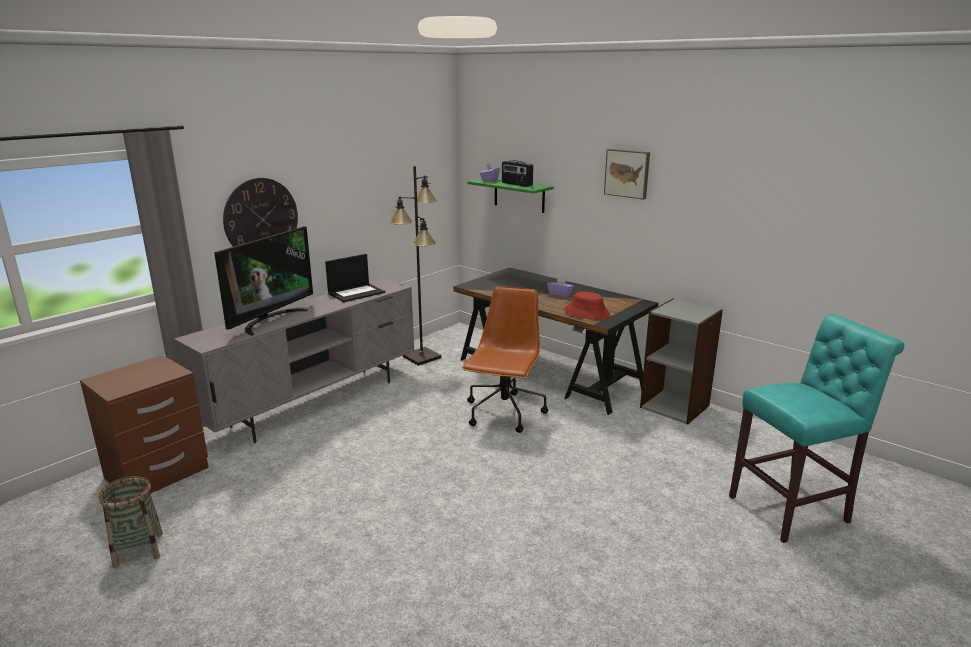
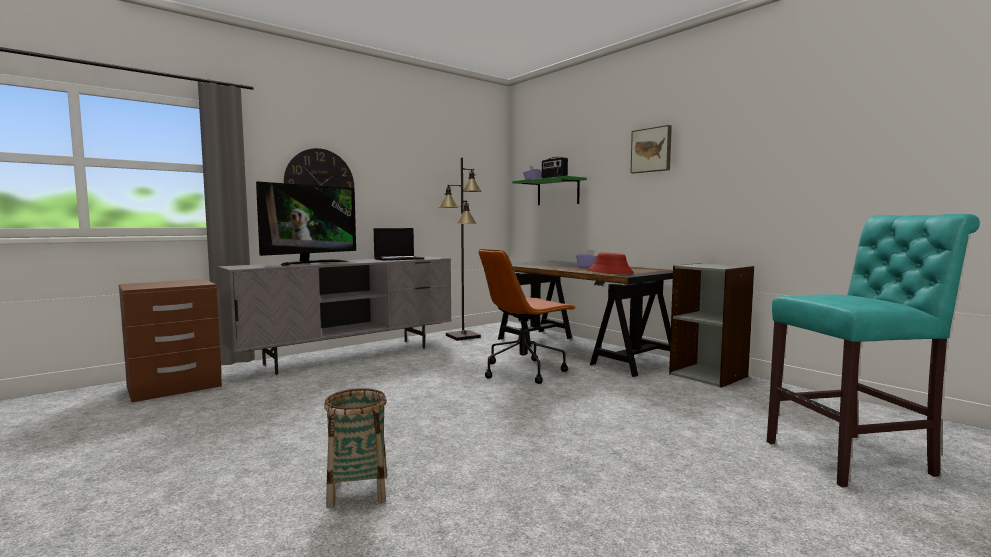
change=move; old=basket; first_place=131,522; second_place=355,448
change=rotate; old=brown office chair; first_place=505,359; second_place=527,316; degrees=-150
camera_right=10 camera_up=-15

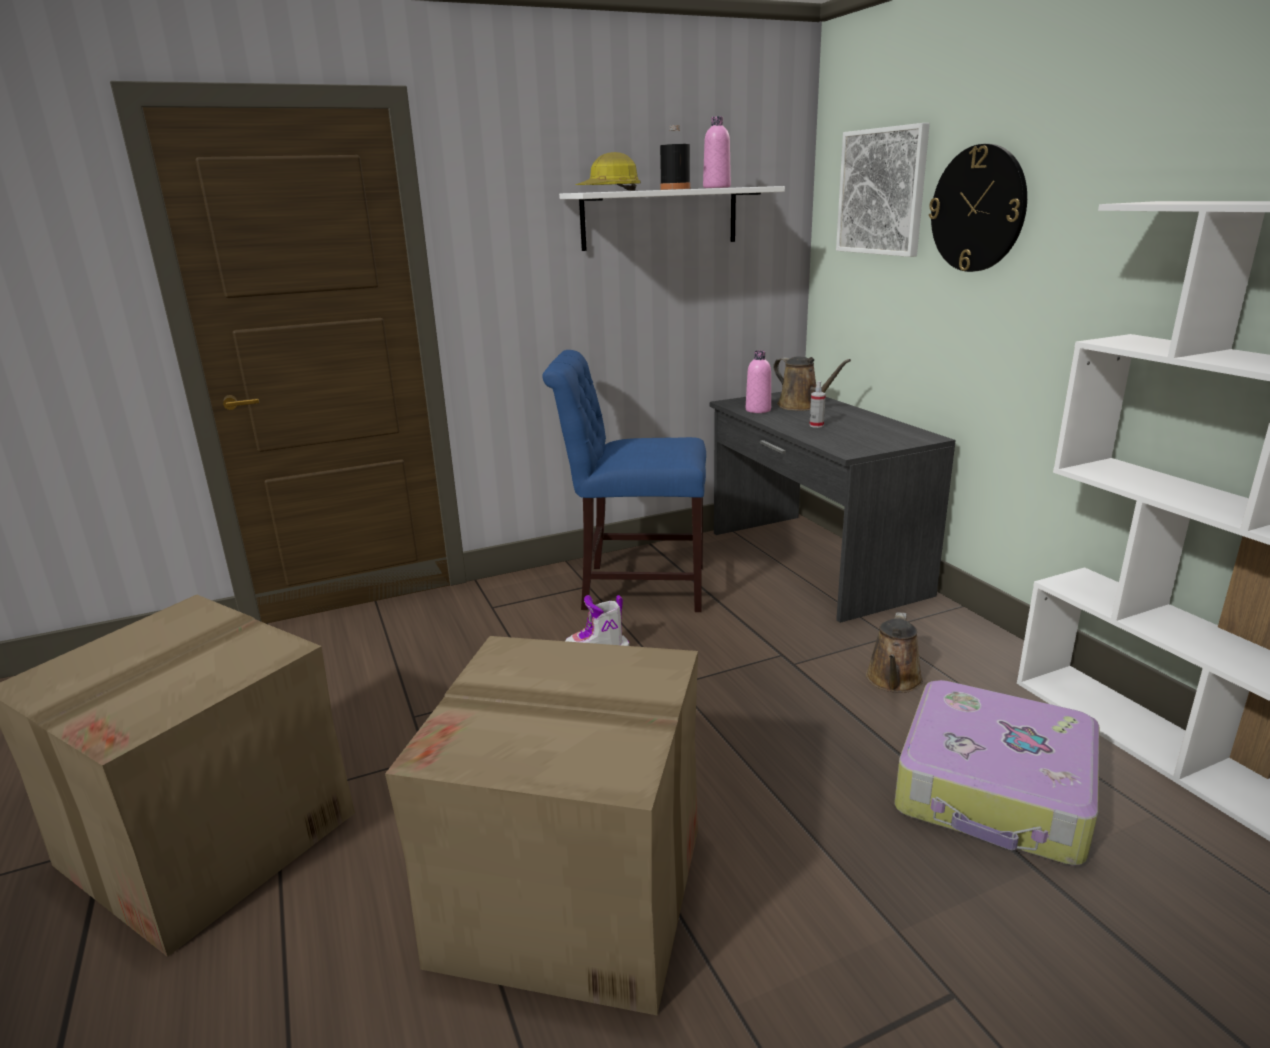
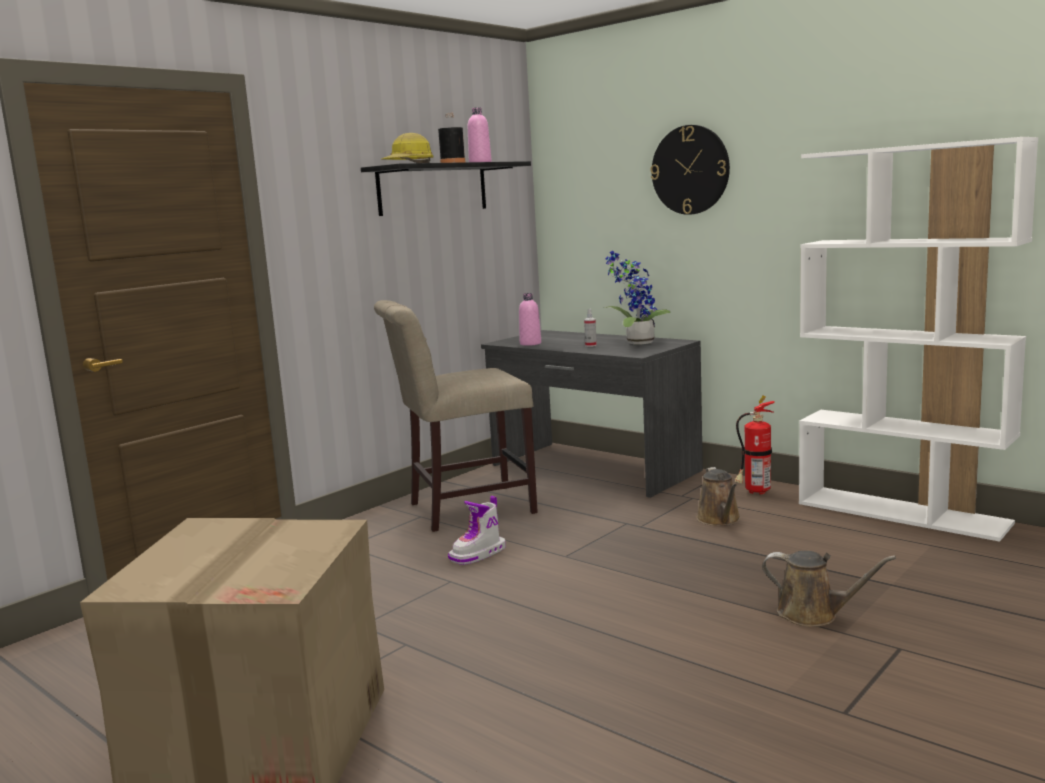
change=delete; old=cardboard box; first_place=541,826
change=recolor; old=blue chair; new=beige chair; first_place=624,481; second_place=456,416
change=recolor; old=white shelf; new=black shelf; first_place=672,218; second_place=446,188
change=move; old=brown watering can; first_place=812,383; second_place=829,589
change=delete; old=picture; first_place=883,190
change=delete; old=suitcase; first_place=997,773
change=insert; new=potted plant; second_place=637,298
change=insert; new=fire extinguisher; second_place=755,445
camera_right=-25 camera_up=-10

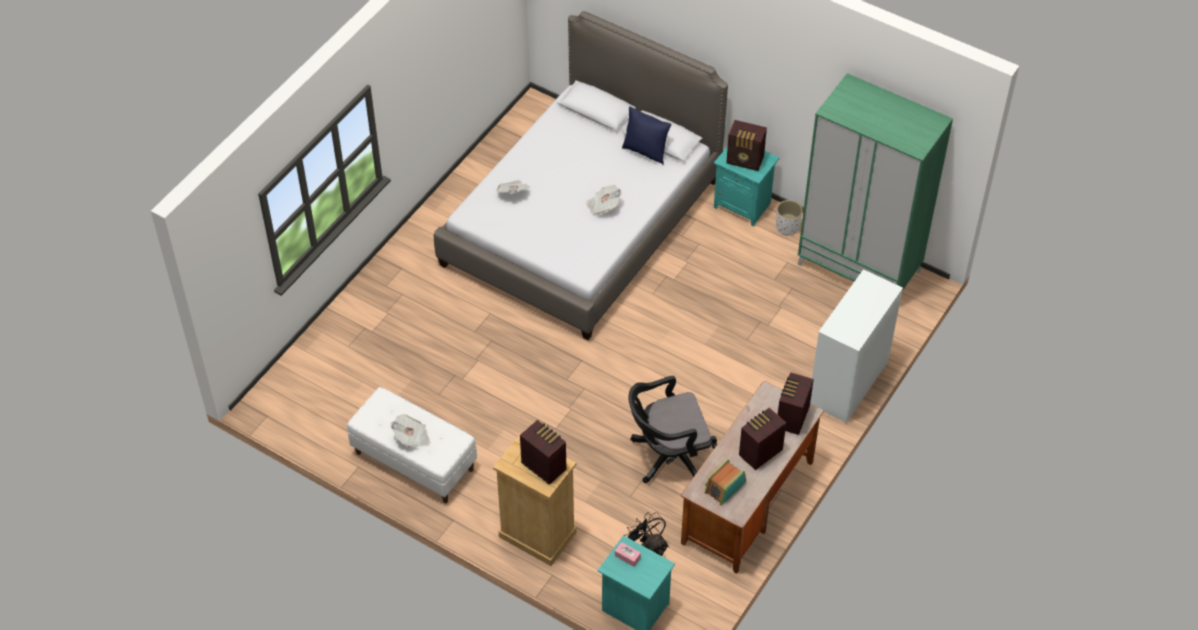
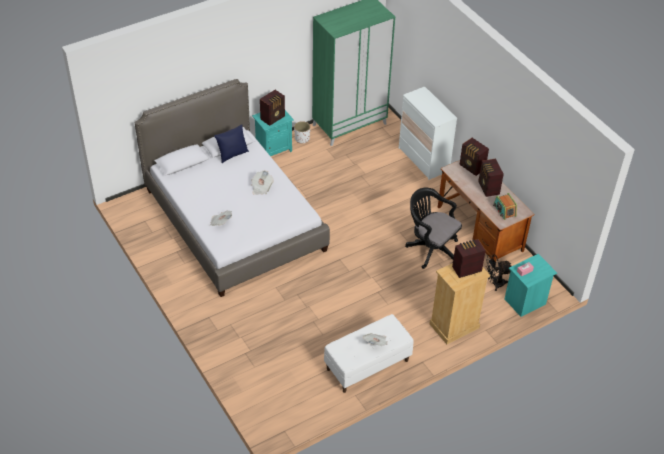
change=rotate; old=black office chair; first_place=673,429; second_place=433,228; degrees=120
camera_right=-65 camera_up=-5

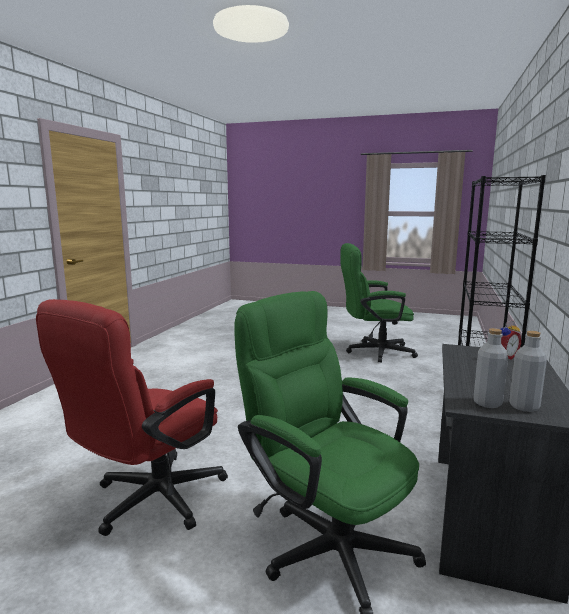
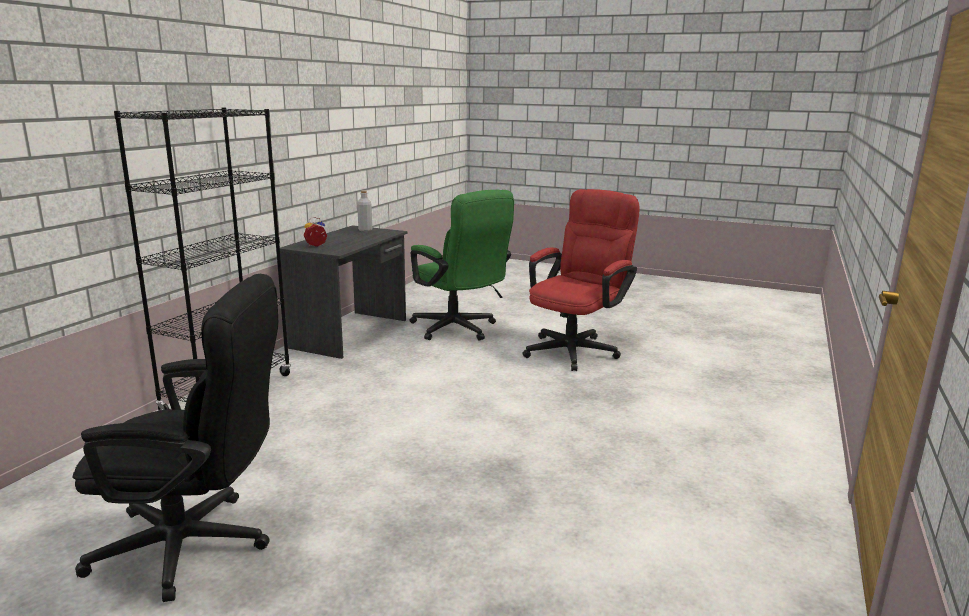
change=recolor; old=green office chair; new=black office chair; first_place=379,303; second_place=175,438
change=delete; old=grey bottle; first_place=491,368
camera_right=-175 camera_up=5

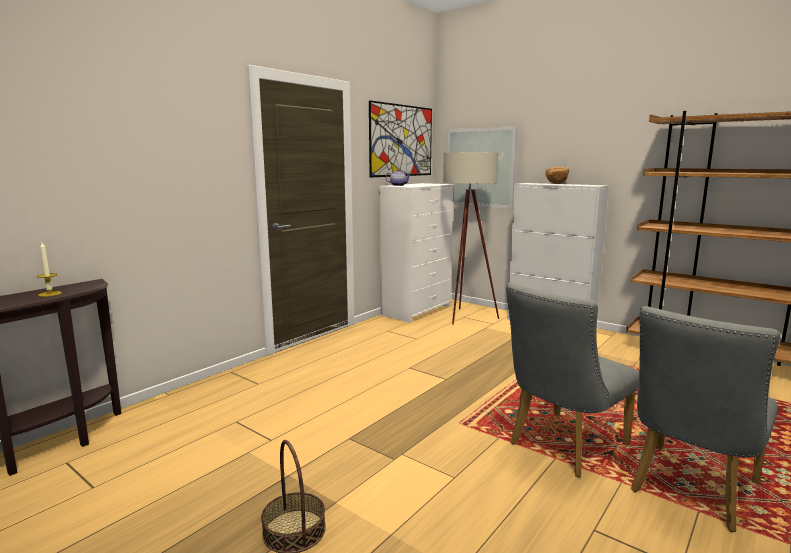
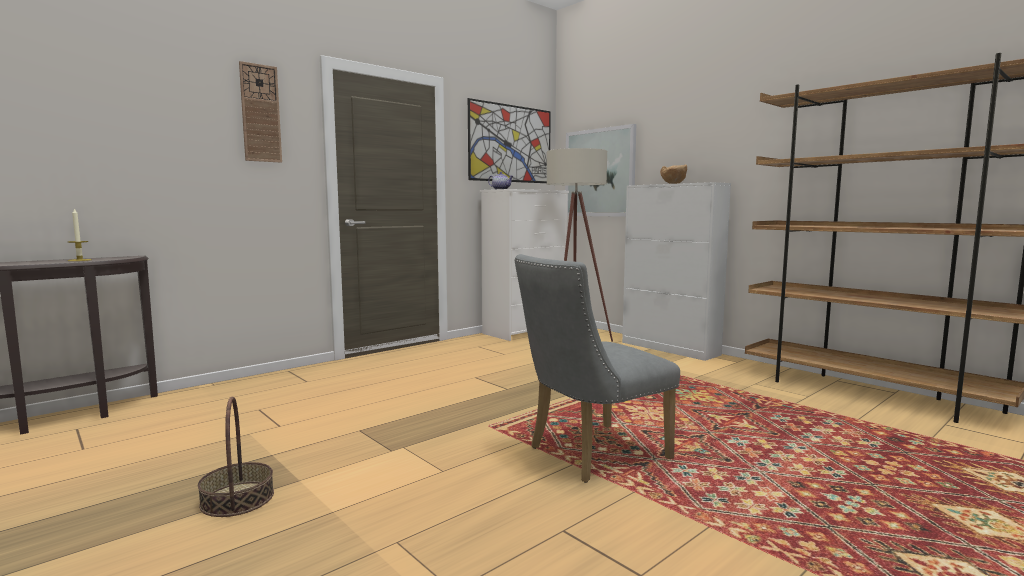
change=delete; old=grey chair; first_place=705,419
change=insert; new=wall clock; second_place=260,112
camera_right=10 camera_up=-5

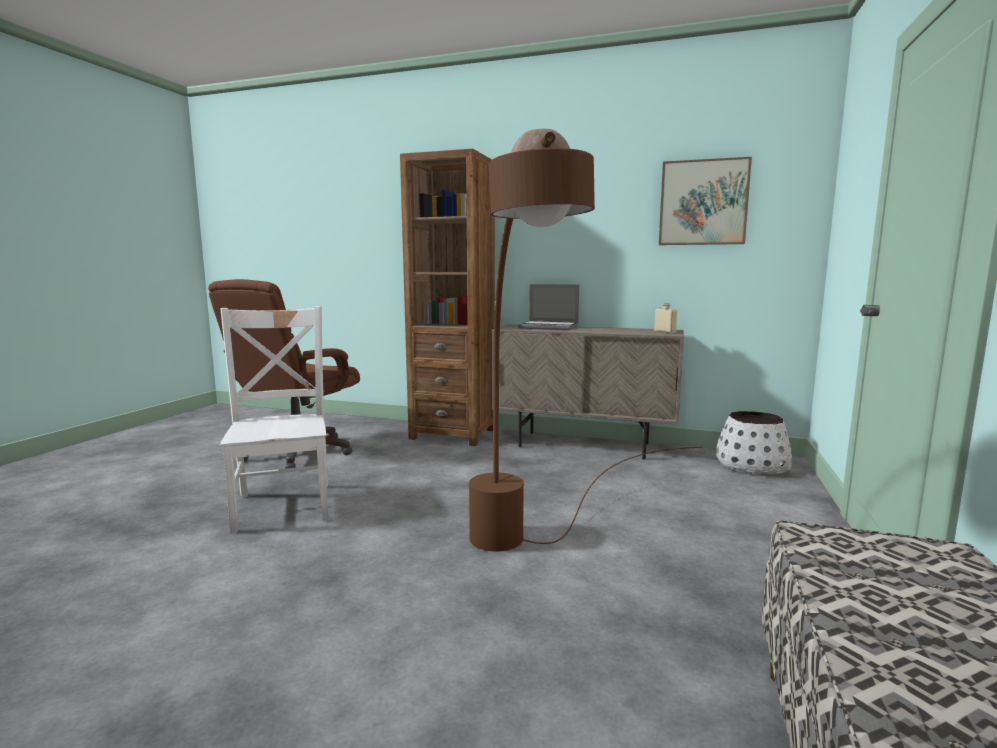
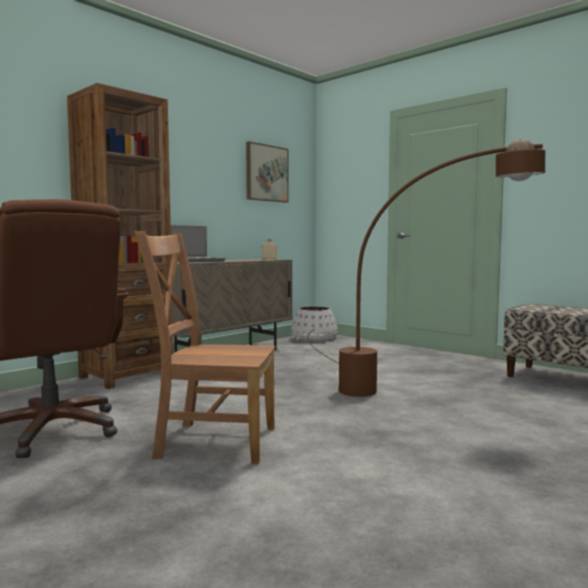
change=recolor; old=white chair; new=brown chair; first_place=274,420; second_place=204,347
camera_right=-65 camera_up=-5

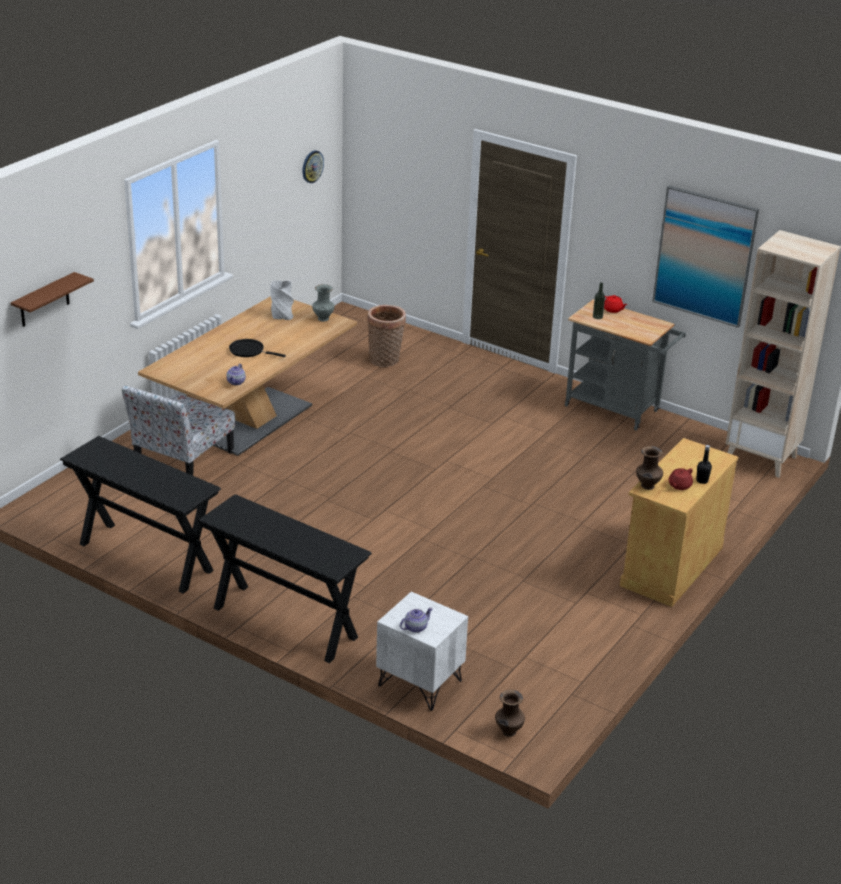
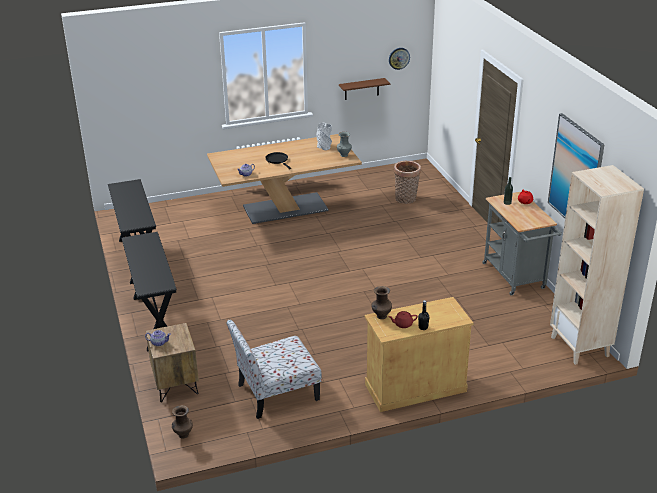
change=move; old=brown shelf; first_place=52,299; second_place=364,89
change=move; old=chair; first_place=178,430; second_place=274,369
change=recolor; old=white nightstand; new=brown nightstand; first_place=422,651; second_place=172,362
camera_right=40 camera_up=0

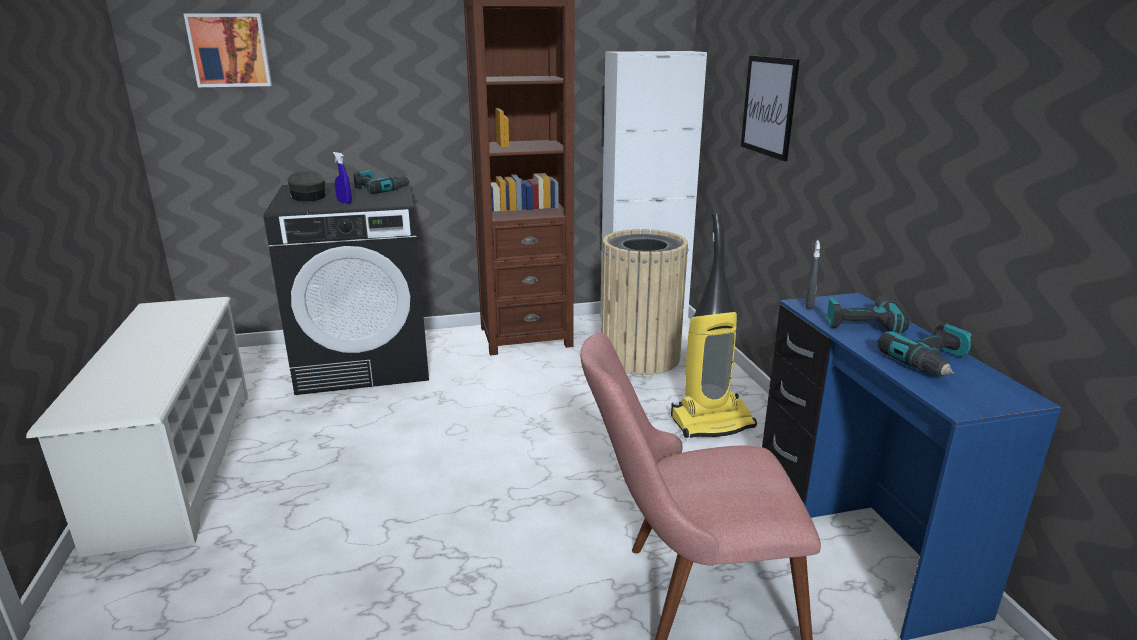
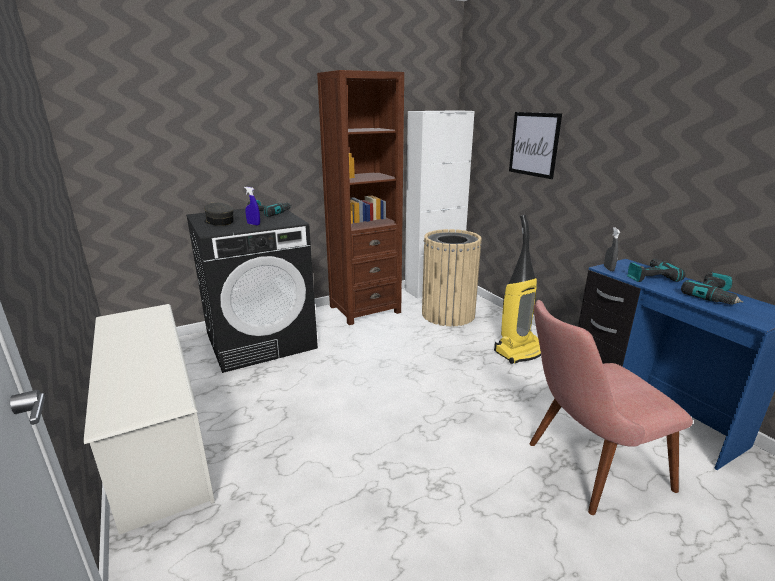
change=delete; old=picture; first_place=227,50
camera_right=-15 camera_up=0

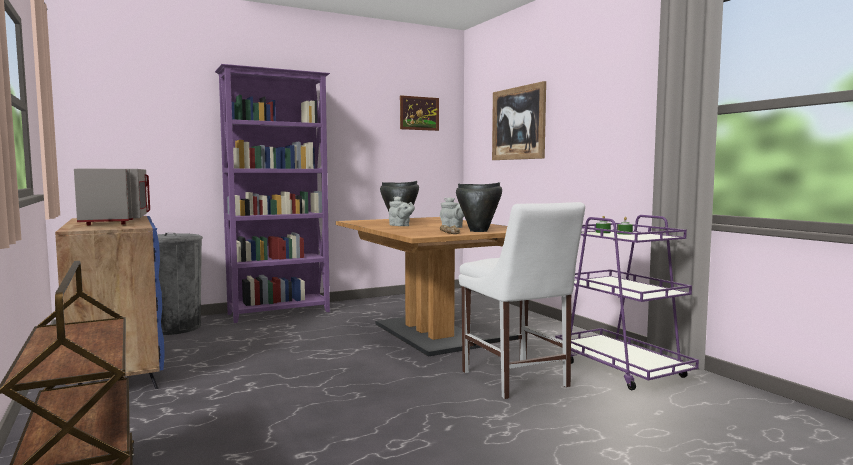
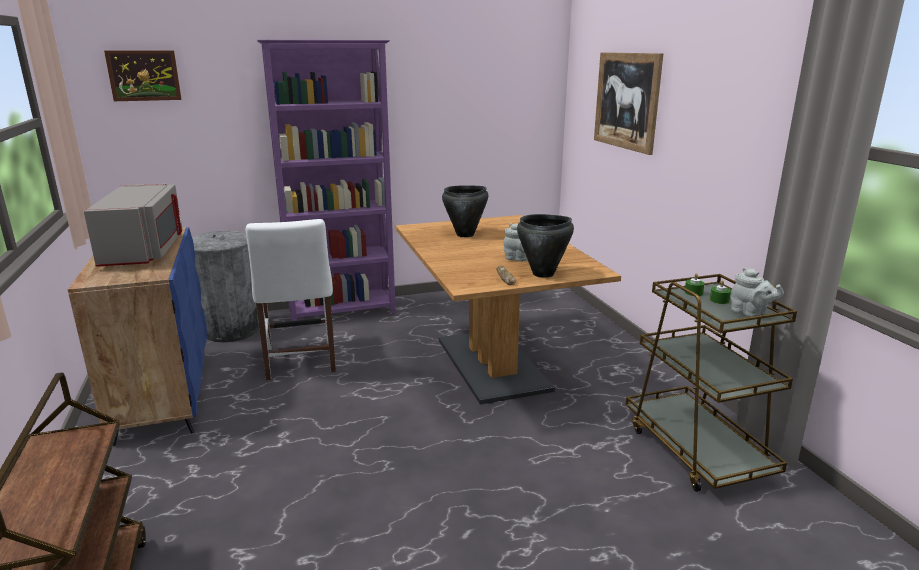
change=move; old=grey teapot; first_place=402,211; second_place=757,292
change=move; old=picture; first_place=419,113; second_place=143,76
change=move; old=white chair; first_place=522,300; second_place=291,299
change=recolor; old=purple cart; new=brown cart; first_place=627,302; second_place=711,383
camera_right=10 camera_up=15

